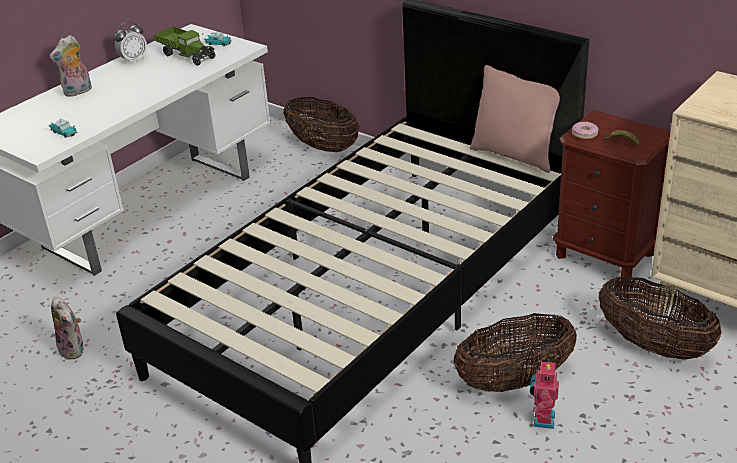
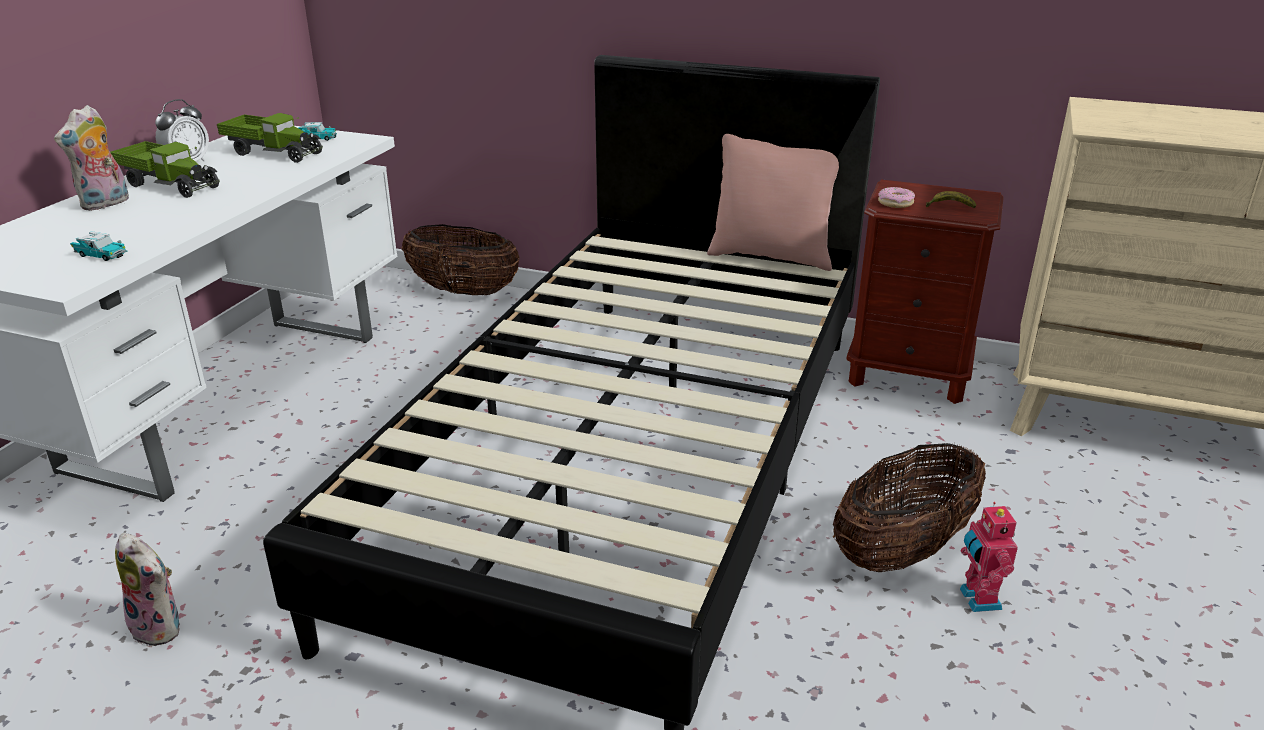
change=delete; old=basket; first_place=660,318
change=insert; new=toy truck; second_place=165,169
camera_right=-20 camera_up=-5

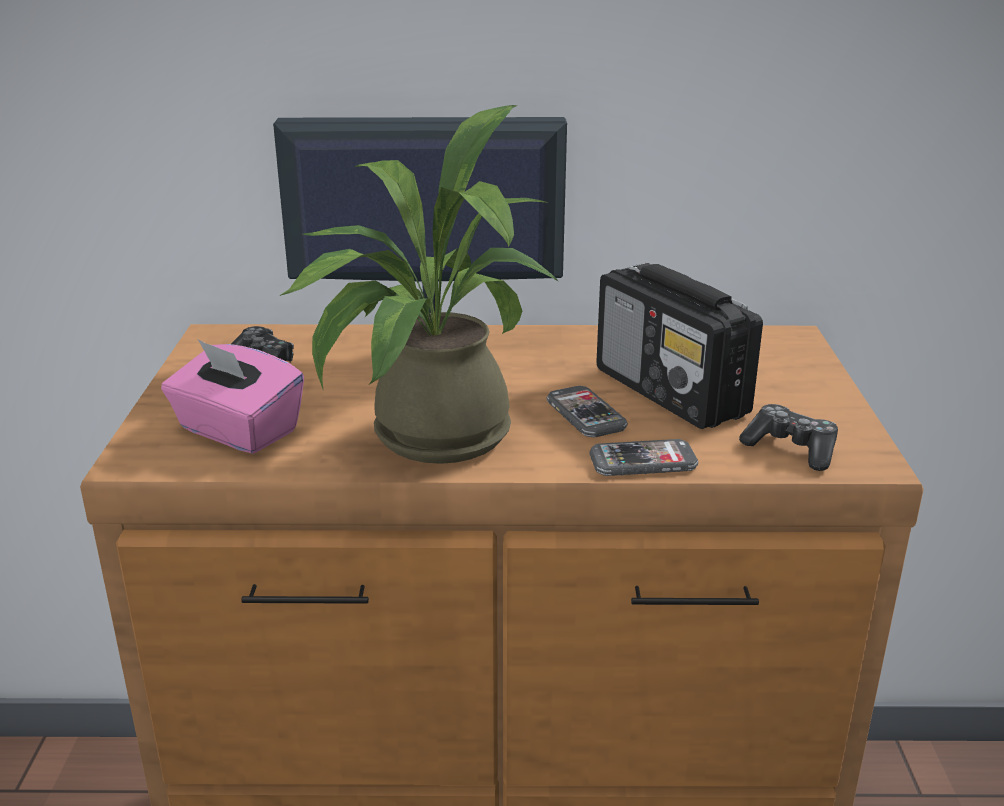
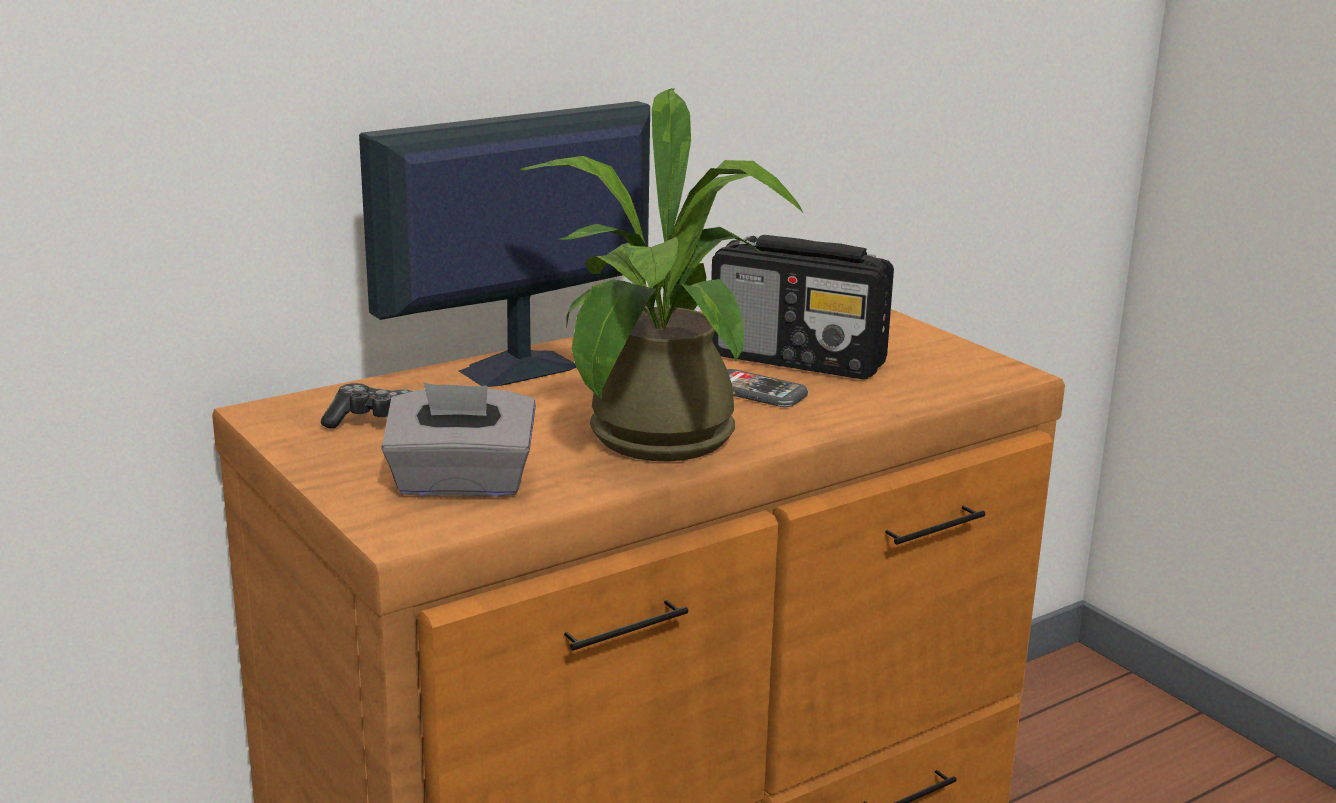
change=recolor; old=pink tissue box; new=grey tissue box; first_place=232,396; second_place=458,440
change=delete; old=phone; first_place=643,457
change=delete; old=game controller; first_place=788,437
camera_right=-35 camera_up=-5

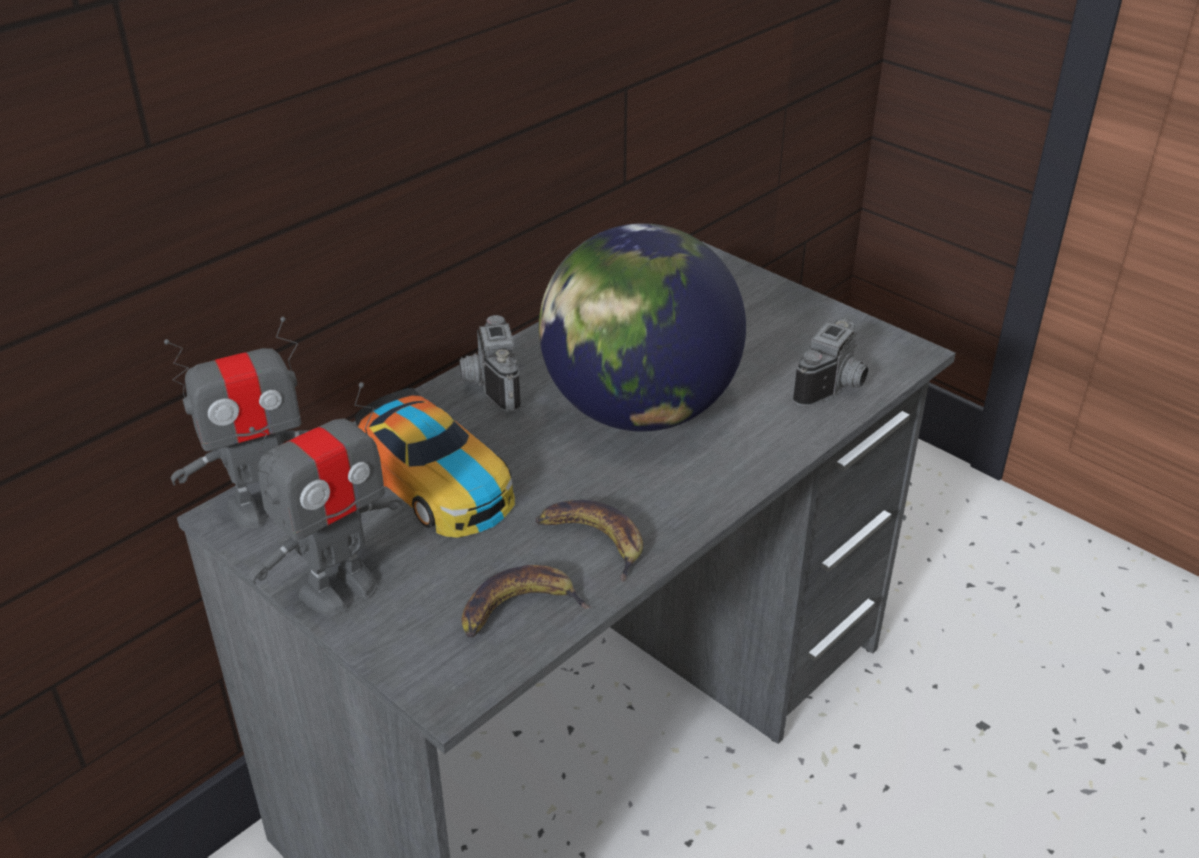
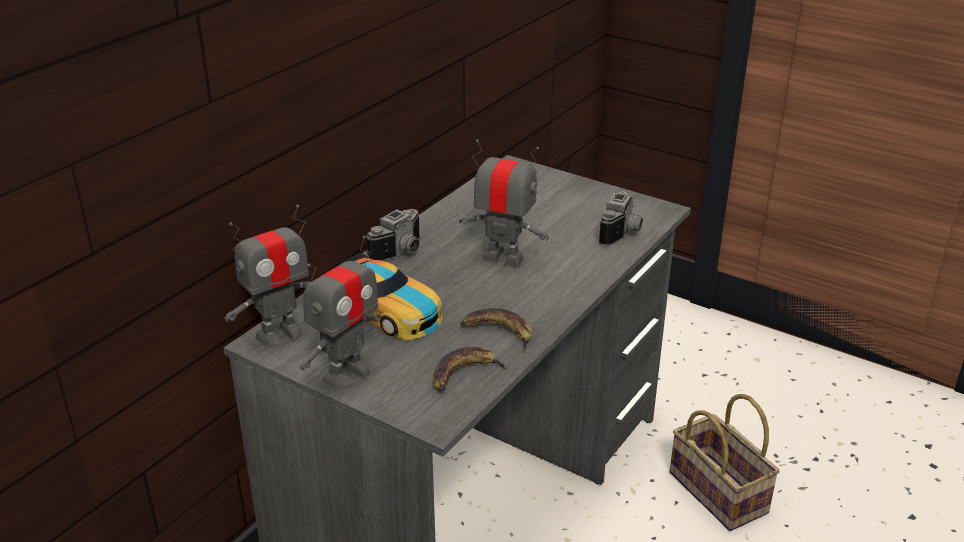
change=rotate; old=photo camera; first_place=490,364; second_place=393,235; degrees=-120
change=replace; old=globe; new=toy robot; first_place=642,327; second_place=504,203
change=insert; new=basket; second_place=724,462
camera_right=-10 camera_up=-5

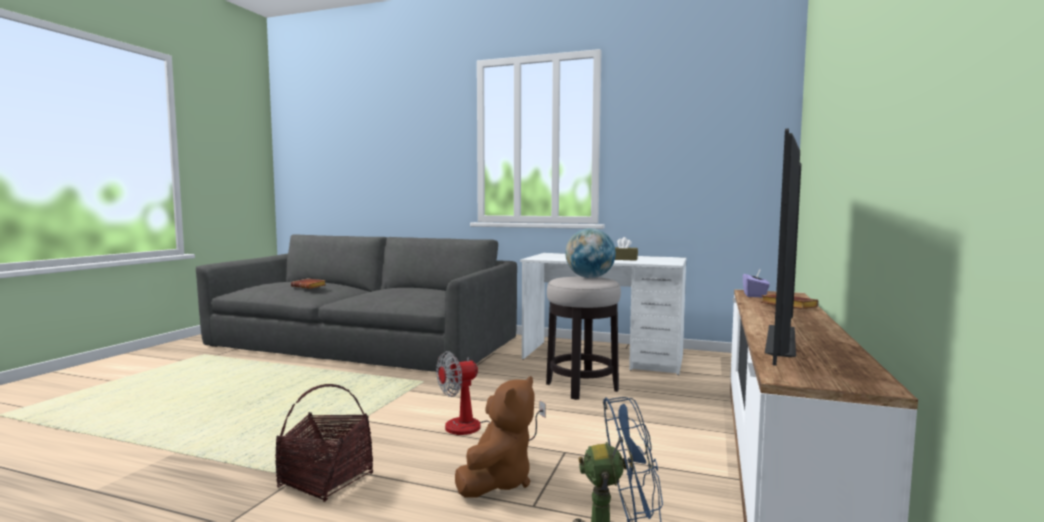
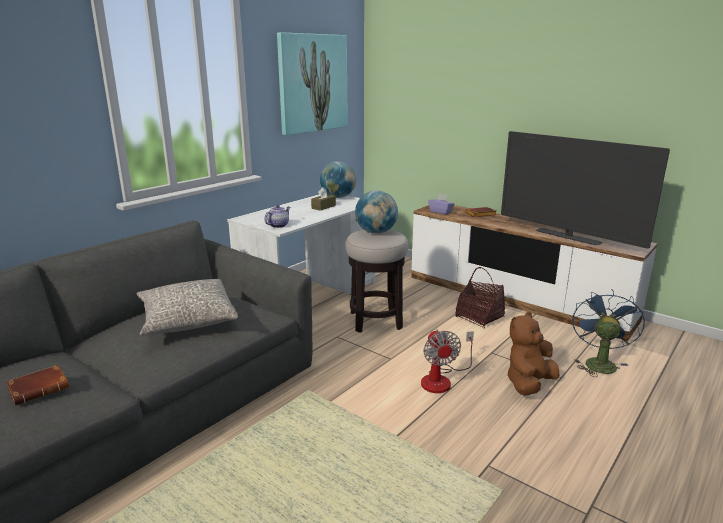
change=move; old=basket; first_place=324,443; second_place=480,297
change=rotate; old=brown plush toy; first_place=495,437; second_place=533,354; degrees=-90
change=insert; new=grey pillow; second_place=187,307
change=insert; new=teapot; second_place=277,216
change=insert; new=picture; second_place=312,83
change=insert; new=globe; second_place=338,179
camera_right=-70 camera_up=15

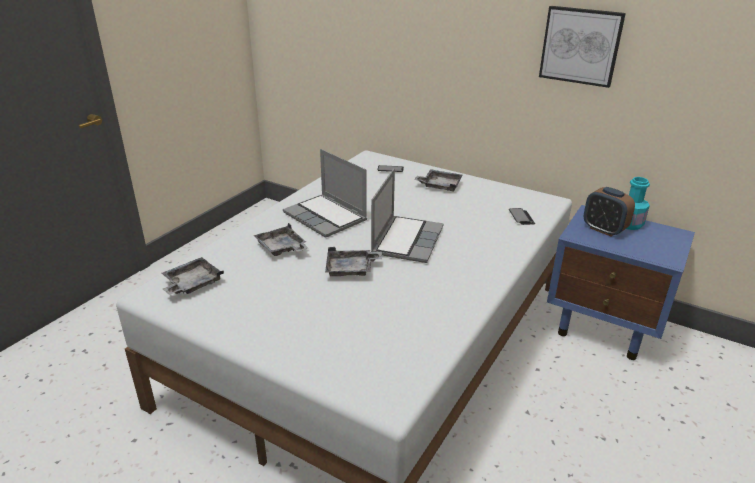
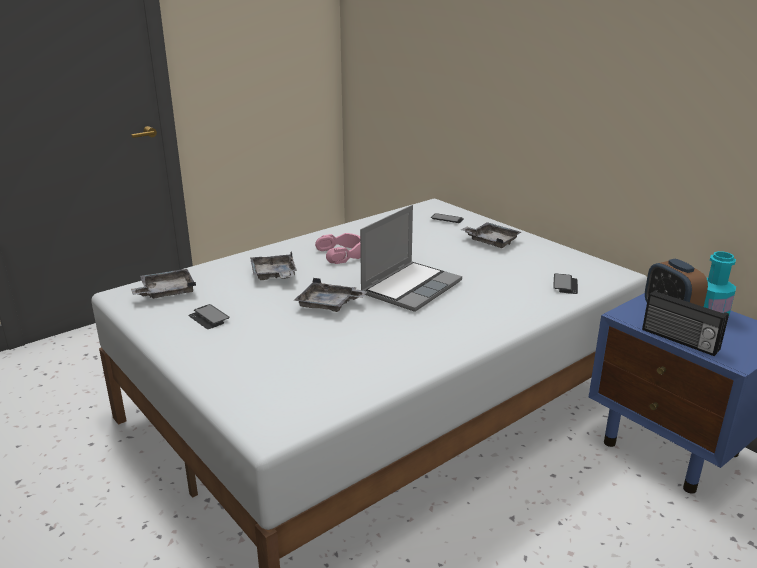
change=replace; old=laptop; new=pink headphones; first_place=325,193; second_place=338,248
change=delete; old=picture; first_place=582,47
change=insert; new=phone; second_place=209,316
change=insert; new=radio; second_place=685,323
camera_right=20 camera_up=-5

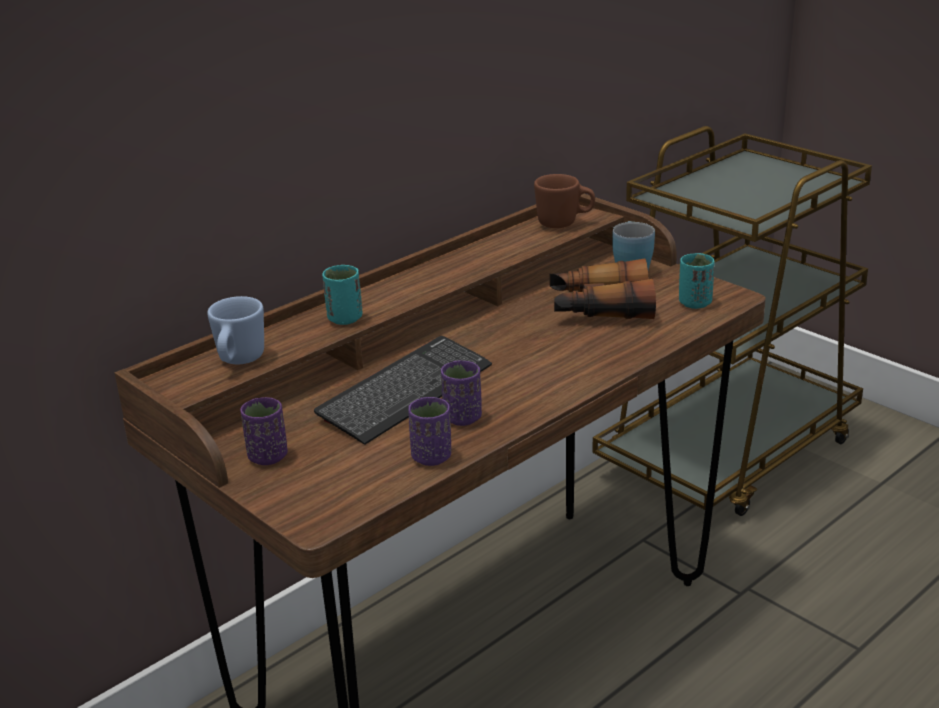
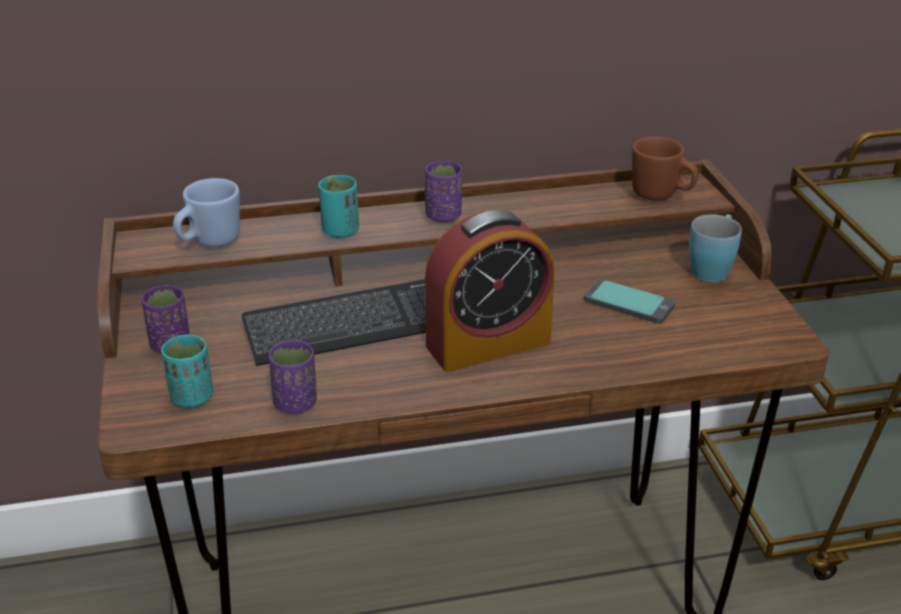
change=move; old=purple cup; first_place=461,393; second_place=443,192
change=replace; old=binoculars; new=phone; first_place=602,289; second_place=629,301
change=move; old=turquoise cup; first_place=697,281; second_place=187,371
change=insert; new=alarm clock; second_place=490,291
camera_right=30 camera_up=5

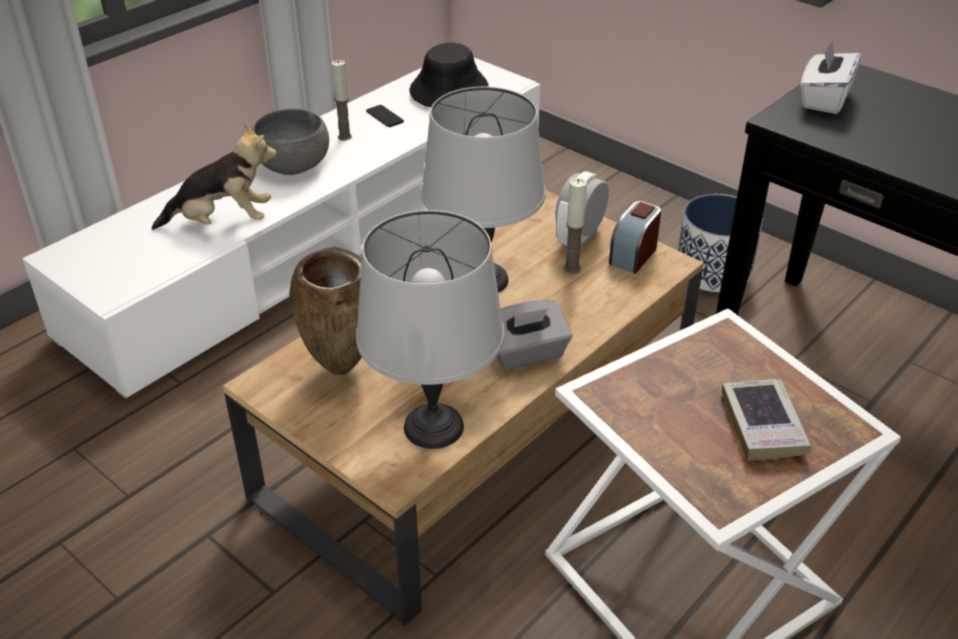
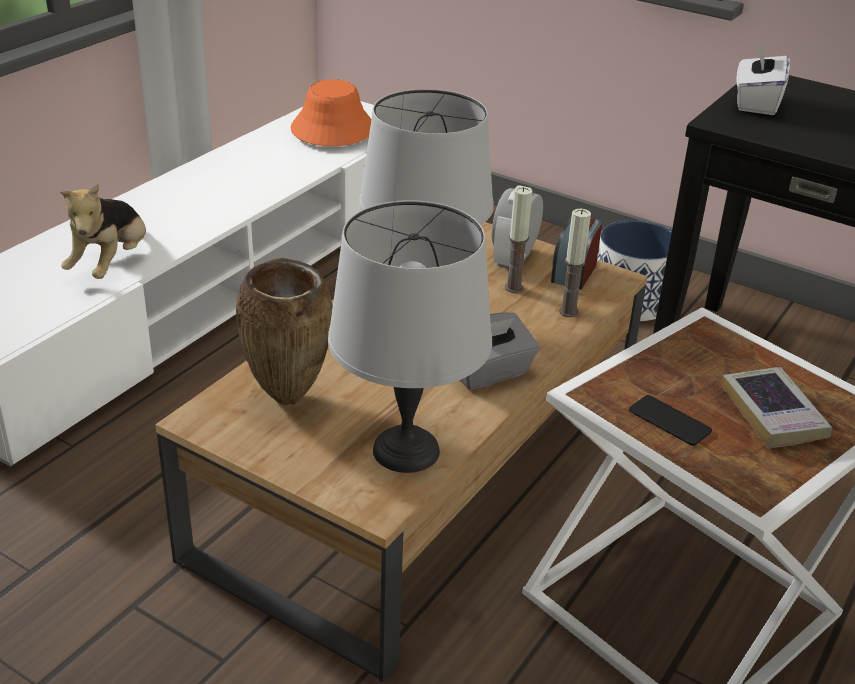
change=rotate; old=plush toy; first_place=214,176; second_place=103,231; degrees=120
change=delete; old=grey bowl; first_place=290,142
change=move; old=candle; first_place=341,100; second_place=575,263
change=move; old=phone; first_place=385,116; second_place=670,420
change=recolor; old=black hat; new=orange hat; first_place=449,75; second_place=331,112
camera_right=-10 camera_up=-5

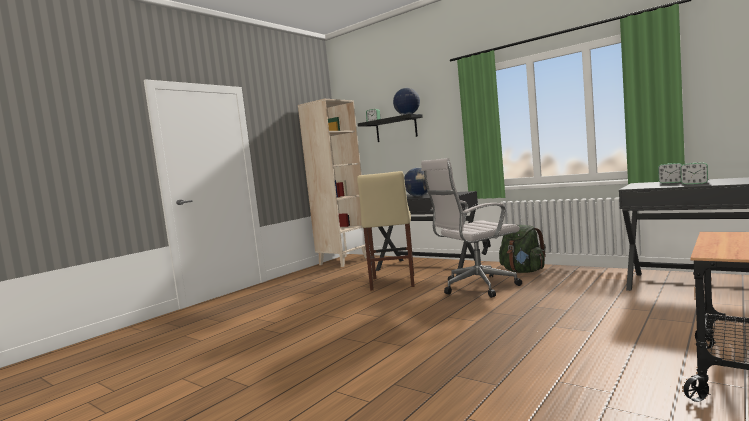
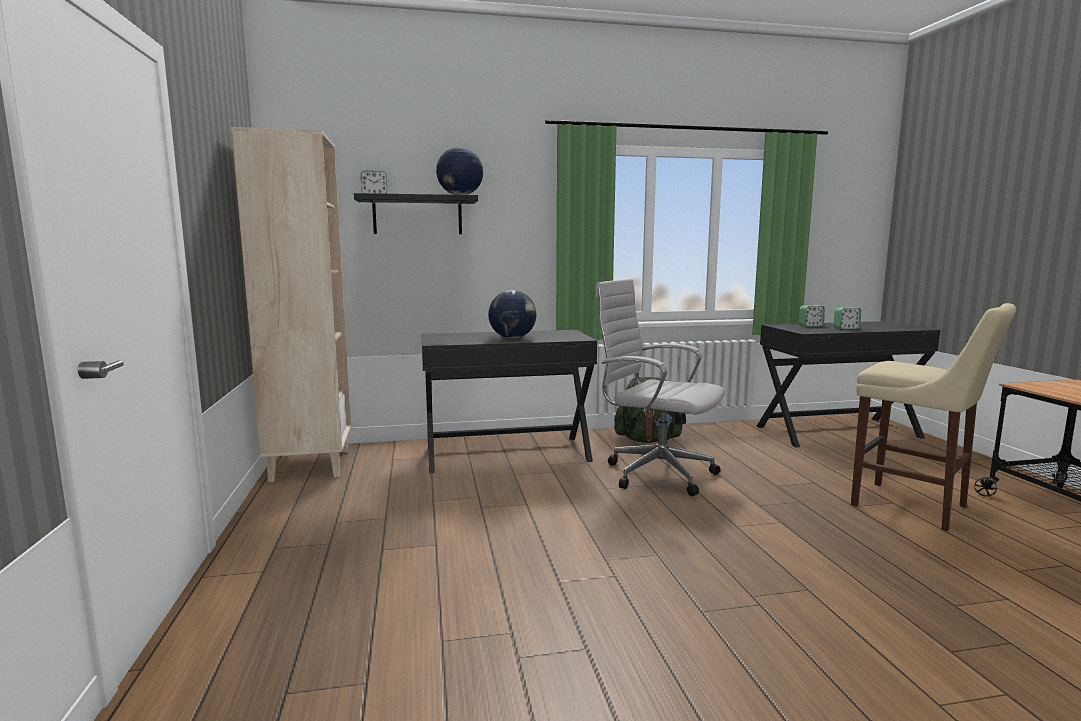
change=move; old=beige stool; first_place=386,230; second_place=933,417
change=rotate; old=white office chair; first_place=471,228; second_place=660,387; degrees=105
camera_right=-50 camera_up=5

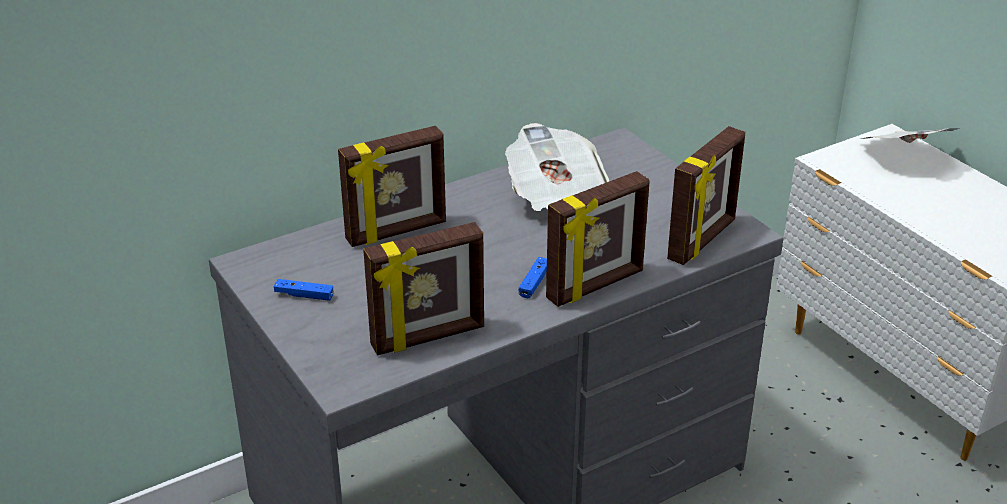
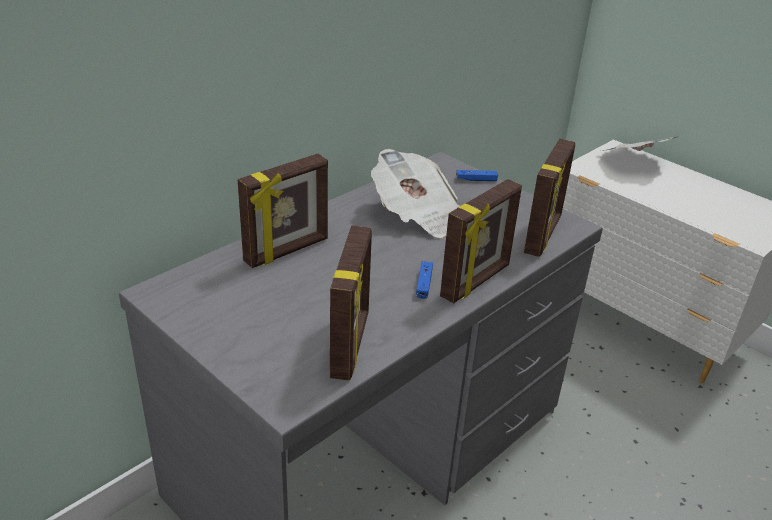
change=move; old=blue game controller; first_place=303,290; second_place=477,175
change=rotate; old=picture frame; first_place=423,288; second_place=351,303; degrees=-45
camera_right=-15 camera_up=0

